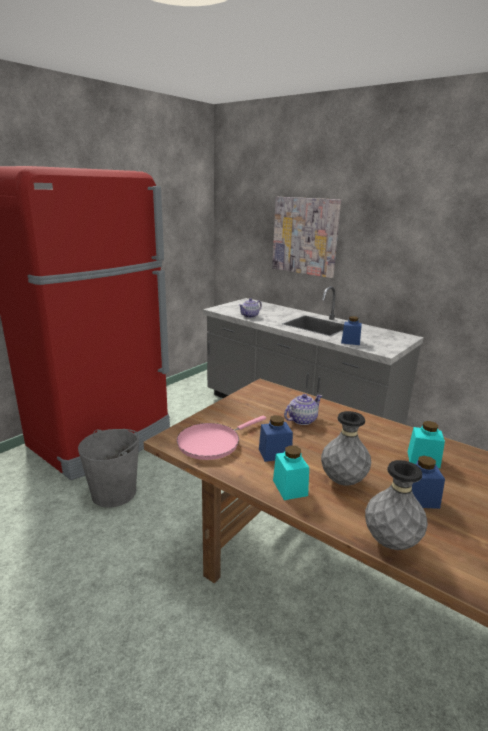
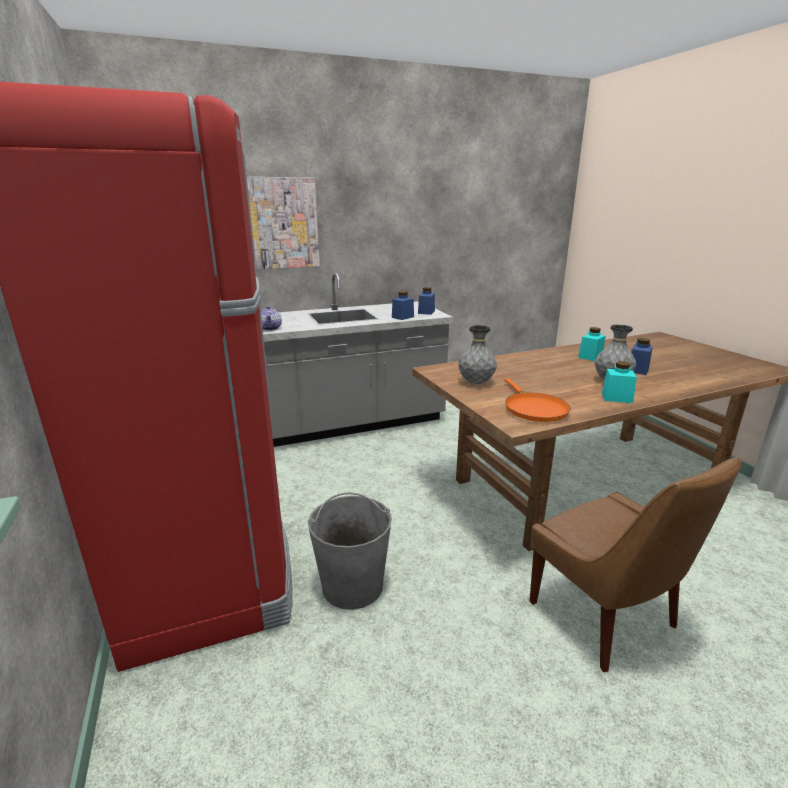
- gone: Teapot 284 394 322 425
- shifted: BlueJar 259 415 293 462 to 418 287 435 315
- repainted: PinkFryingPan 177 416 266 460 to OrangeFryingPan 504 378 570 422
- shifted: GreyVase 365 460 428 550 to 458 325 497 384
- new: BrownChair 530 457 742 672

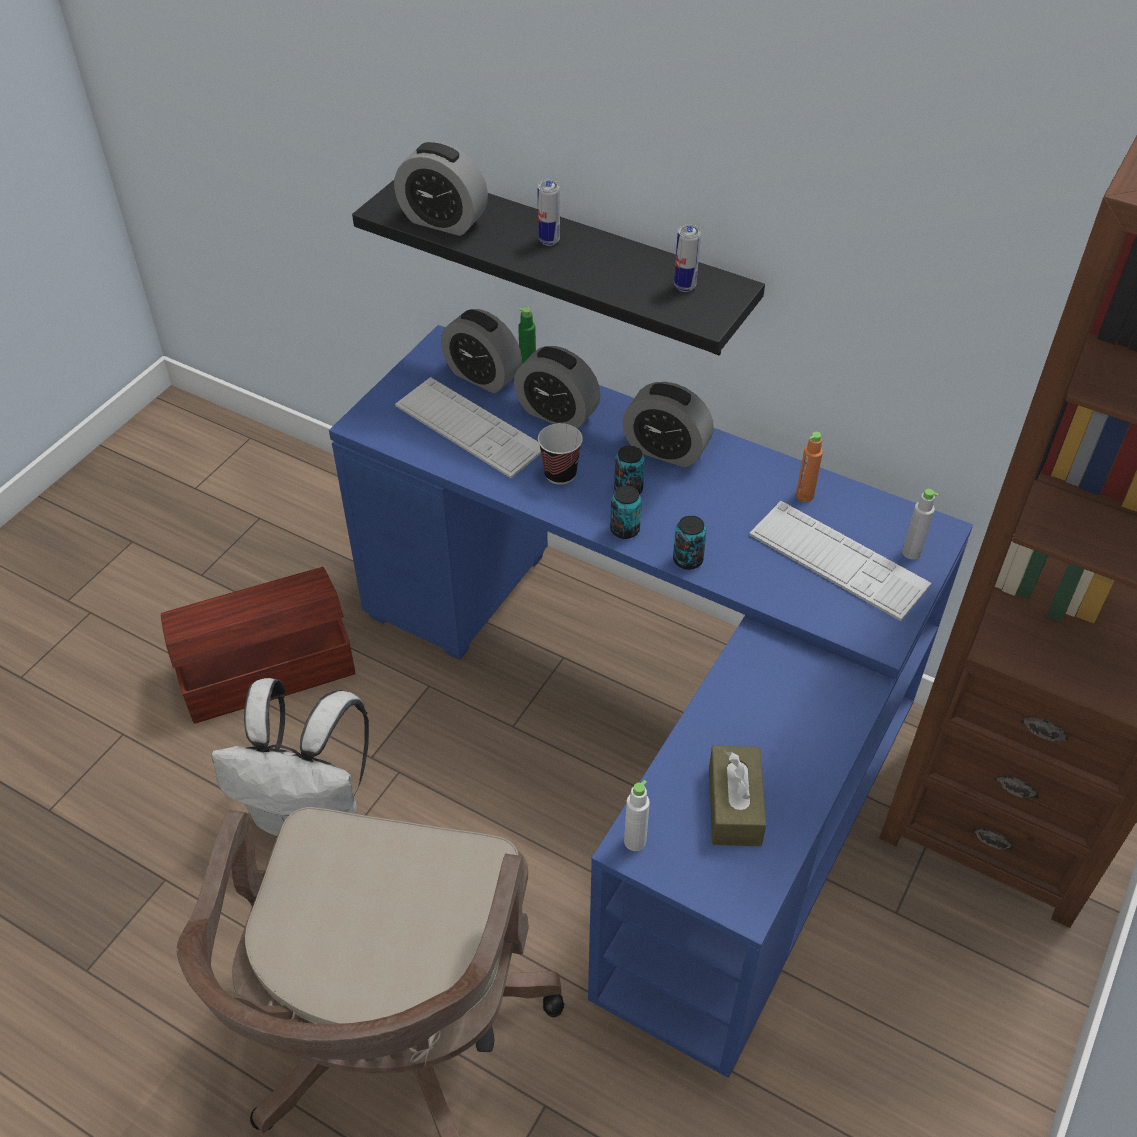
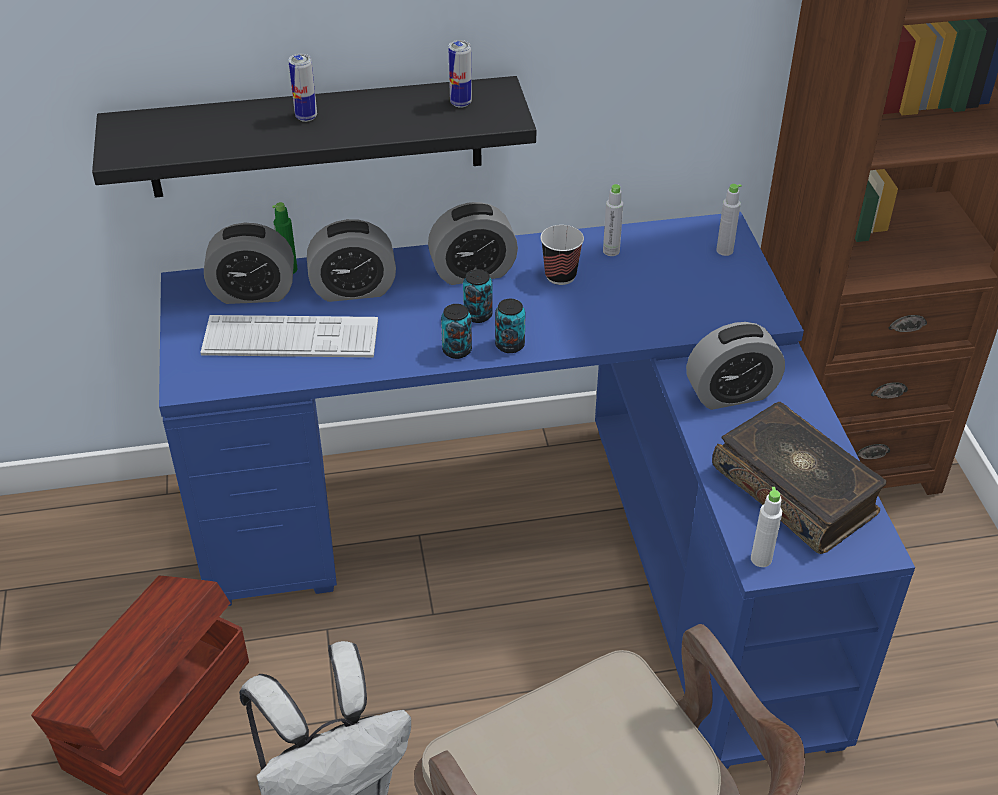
- shifted: AlarmClock 394 142 488 236 to 686 322 785 410
- shifted: Cup 538 423 583 485 to 540 225 584 285
- repainted: OrangeBottle 796 432 823 502 to GreyBottle 603 184 623 256
- gone: Keyboard 749 501 931 621
- shifted: Can 673 515 707 570 to 441 304 472 359
- swapped: BrownTissueBox 709 746 766 846 to Book 712 402 887 554

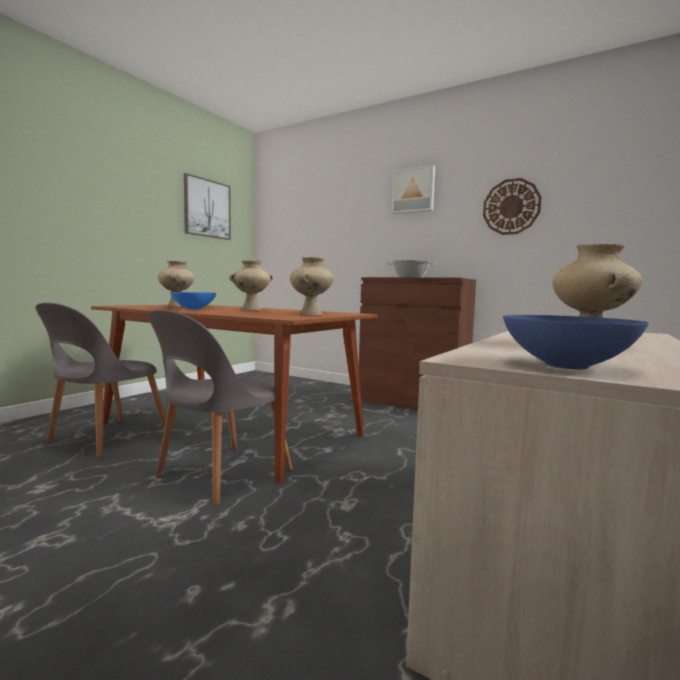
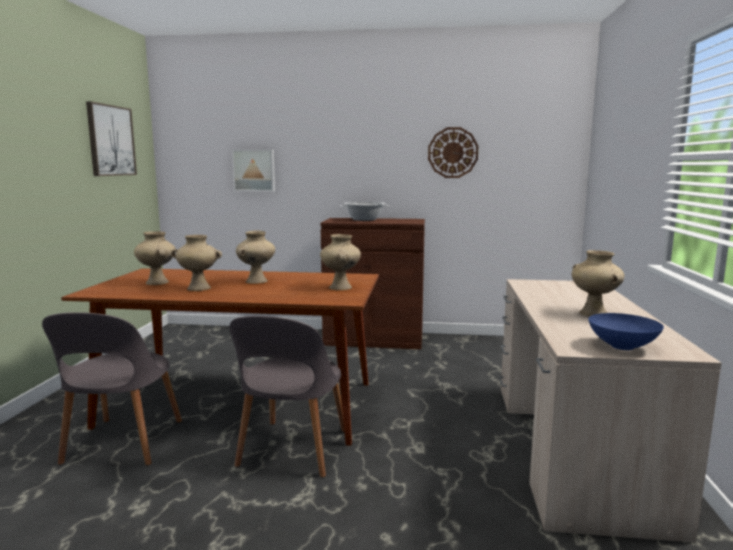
- shifted: Picture 392 165 435 214 to 232 149 275 192
- swapped: BlueBowl 170 292 216 309 to BeigeVase 171 235 222 291

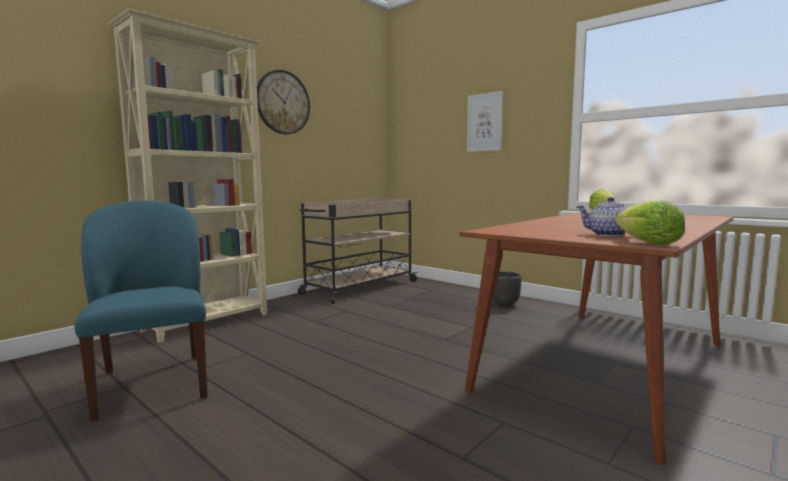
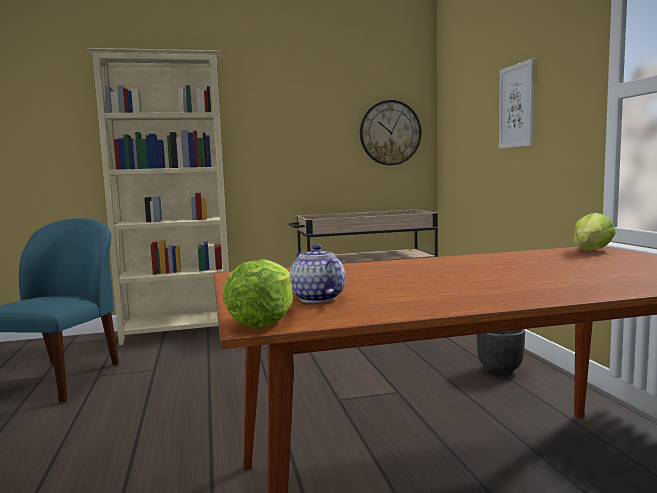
- shifted: WallClock 257 70 310 134 to 360 100 421 165

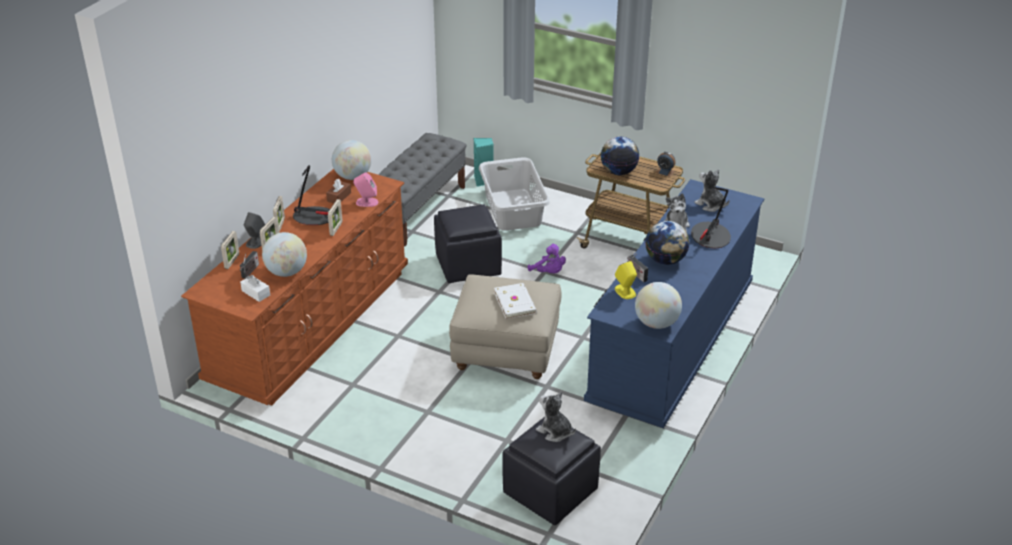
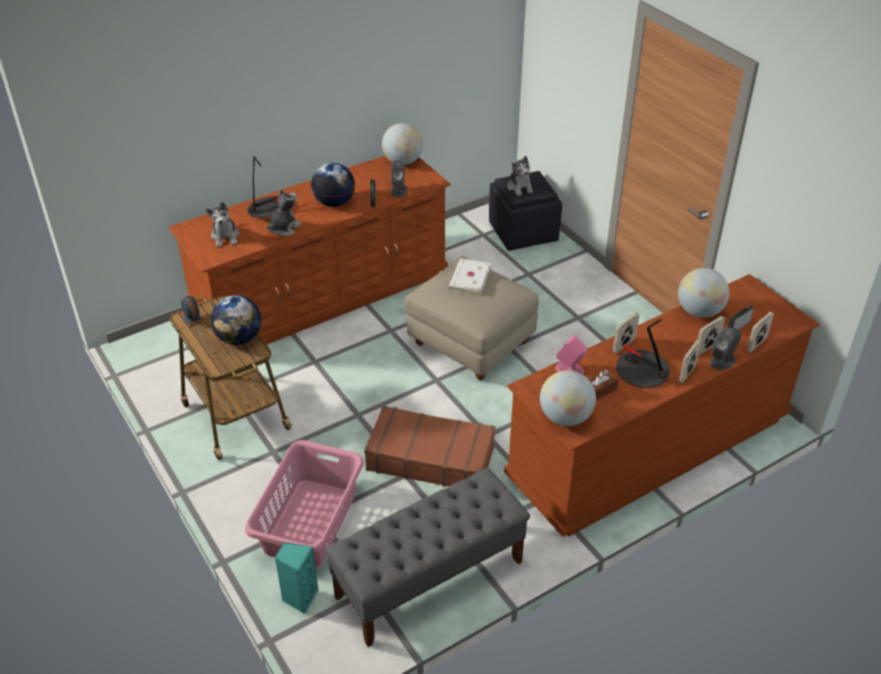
- repainted: GreyLaundryBasket 479 157 550 231 to PinkLaundryBasket 245 440 364 567
- repainted: BlueDresser 584 179 764 428 to BrownDresser 168 156 451 352
- swapped: BlackOttoman 434 204 502 283 to BrownSuitcase 364 406 495 487
- gone: PurplePlushToy 528 244 566 273
- repainted: YellowSpeaker 615 261 637 299 to GreySpeaker 391 160 407 197
- gone: WhiteTissueBox 240 275 270 302

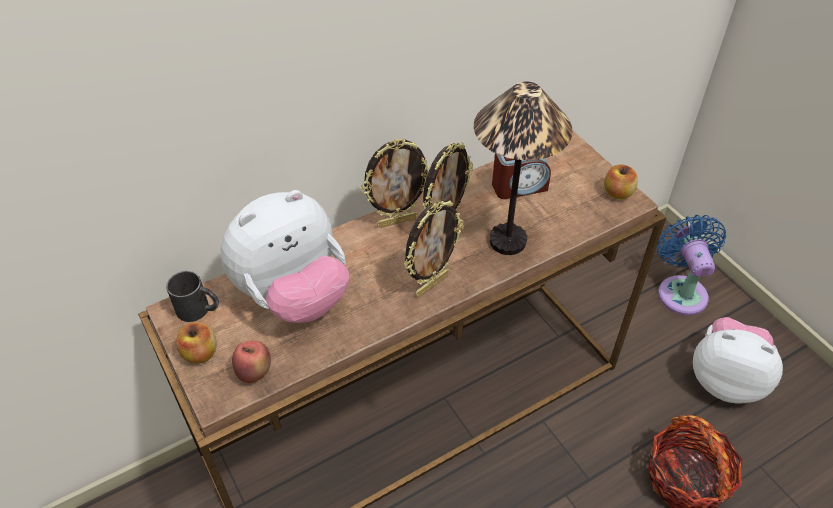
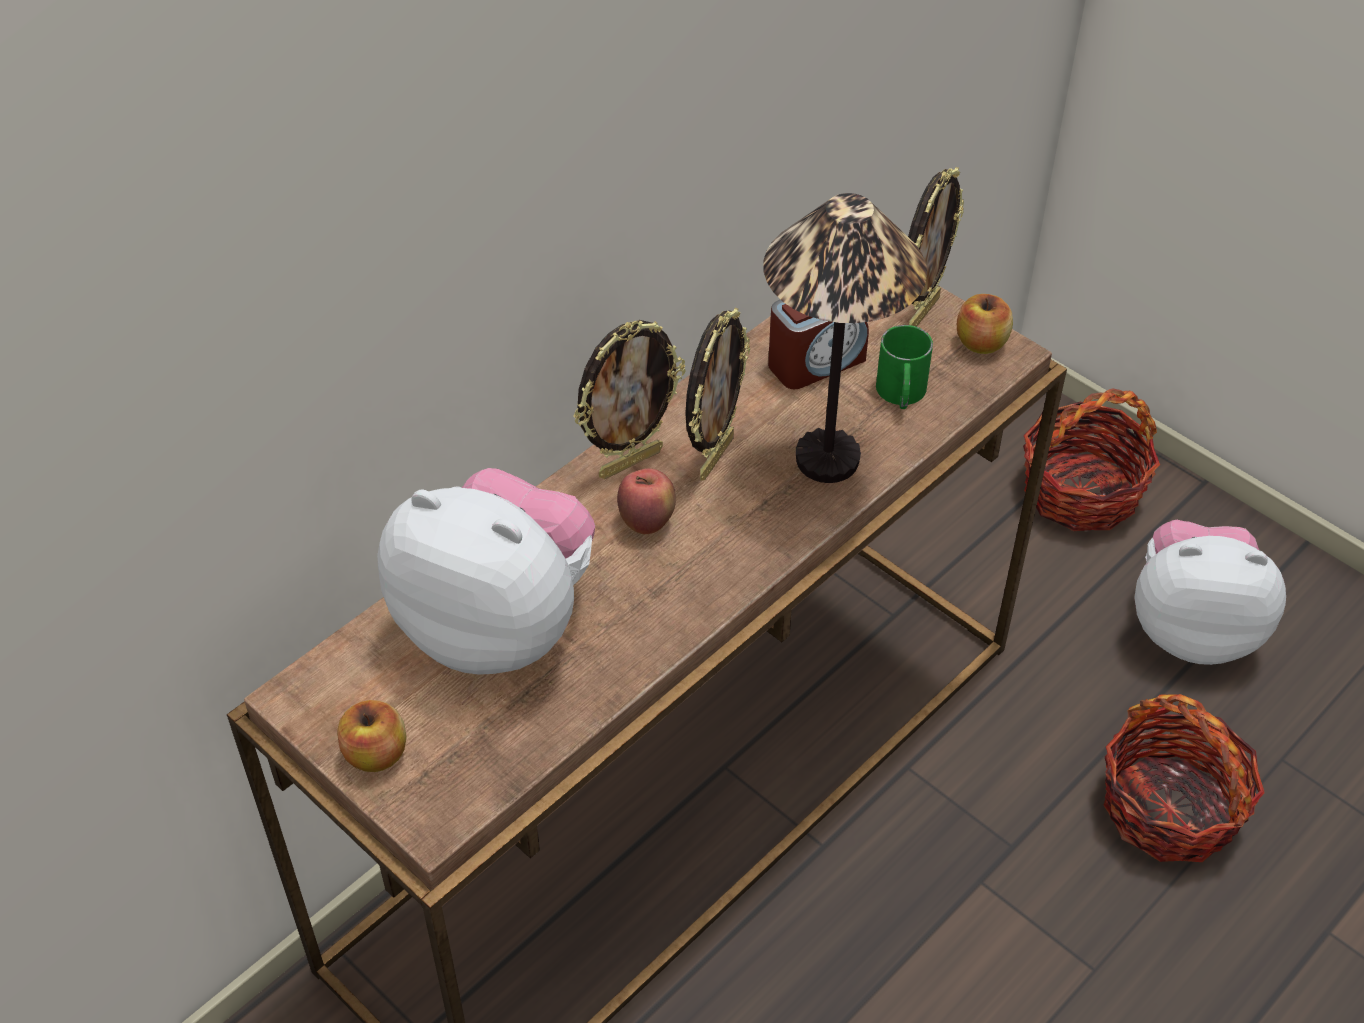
- rotated: PlushToy 220 190 349 323 = 377 468 595 675 105 degrees counterclockwise
- shifted: PictureFrame 404 200 464 297 to 908 167 964 327
- swapped: BlueFan 656 215 726 315 to Basket 1023 388 1160 531
- gone: BlackMug 166 271 219 322
- shifted: Apple 232 341 271 383 to 617 468 676 534
- new: GreenMug 876 325 933 409

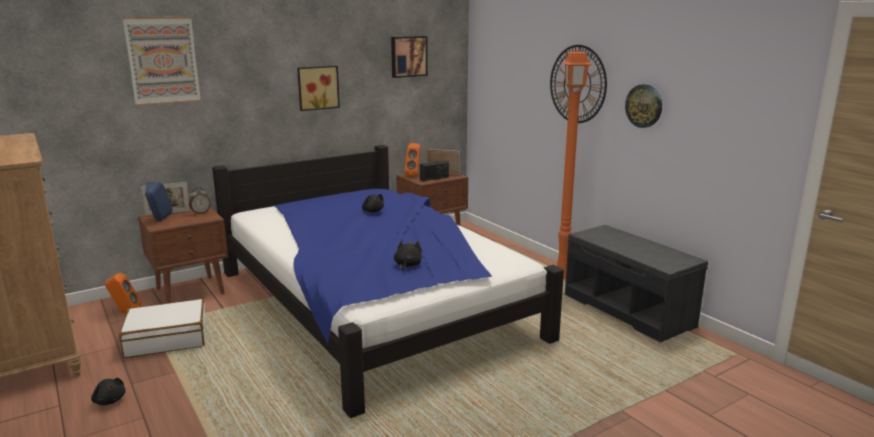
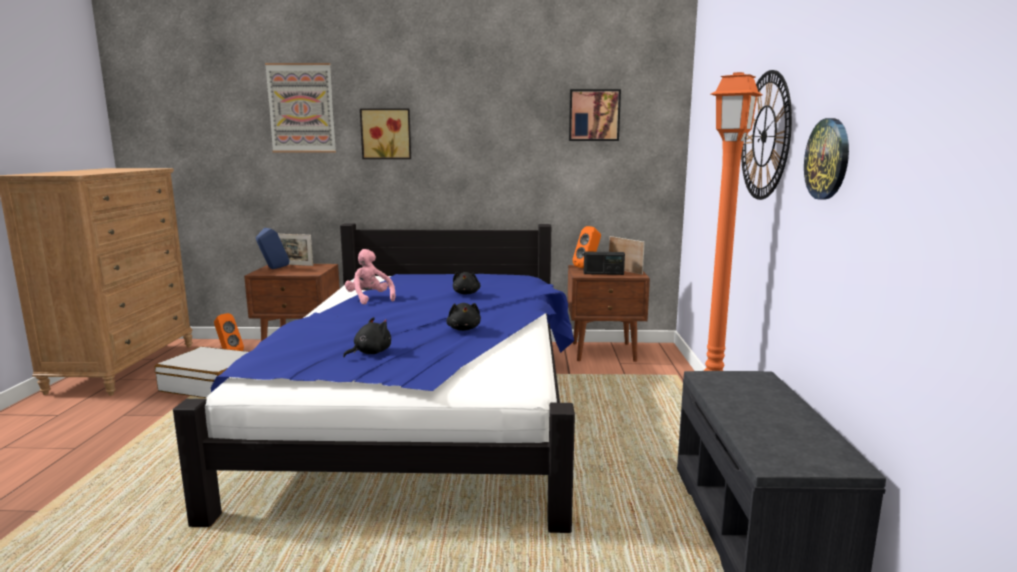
- shifted: Picture 297 66 340 111 to 360 109 411 159
- gone: AlarmClock 189 187 211 214
- shifted: BlackPlushToy 91 378 125 405 to 446 303 481 331
- new: PinkPlushToy 345 249 395 305

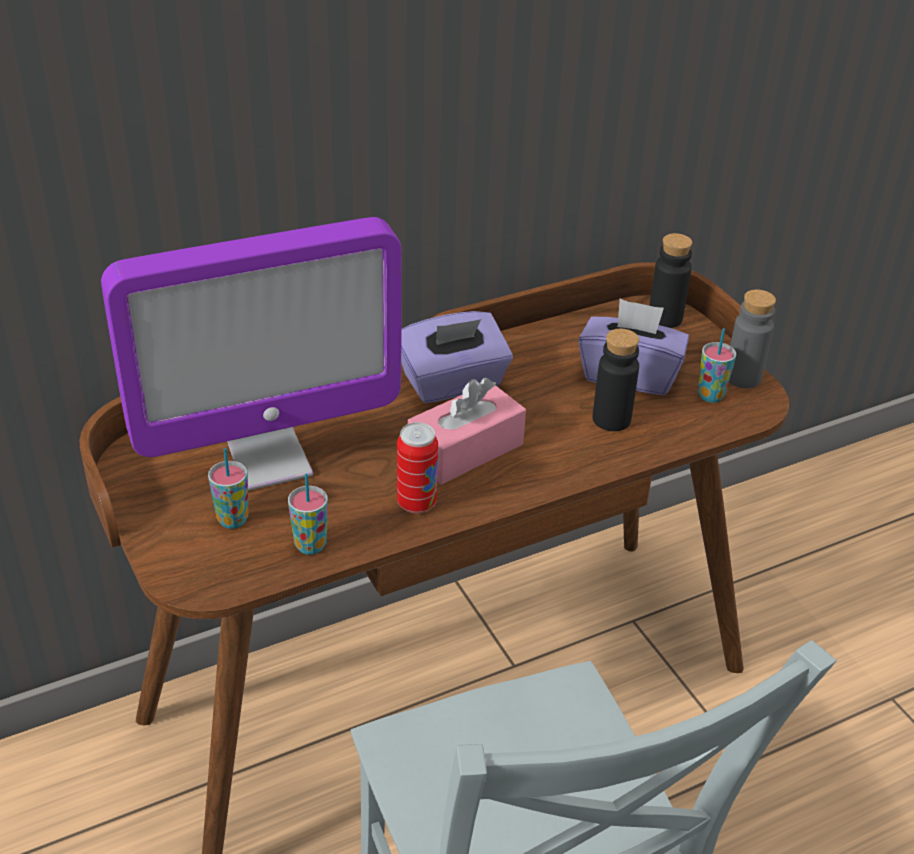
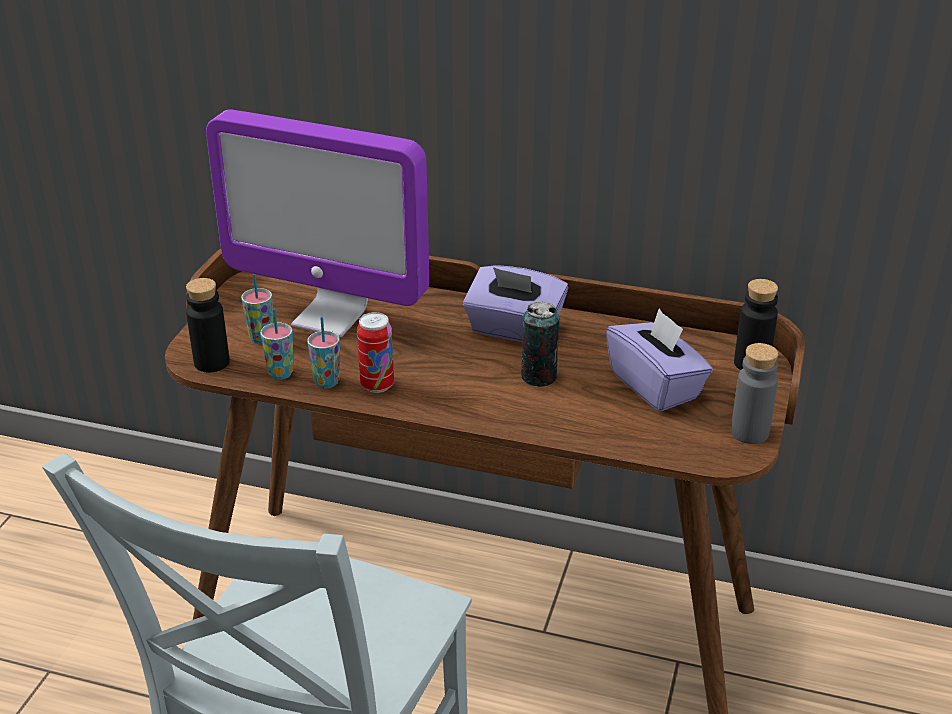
- shifted: Cup 698 328 736 403 to 307 317 340 388
- shifted: BlackBottle 592 329 639 431 to 186 278 230 372
- gone: PinkTissueBox 408 377 526 485
- new: Can 521 302 559 387

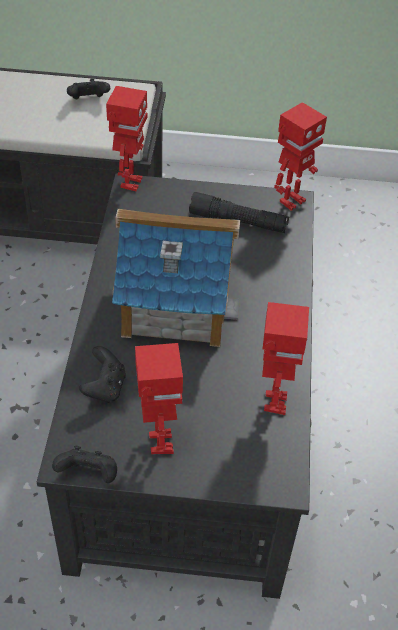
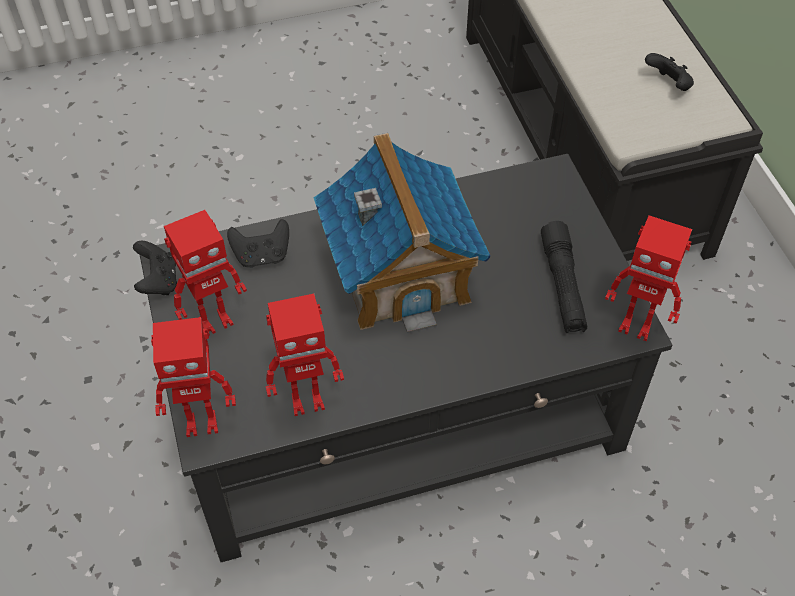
- shifted: ToyRobot 106 86 147 192 to 151 317 236 437

